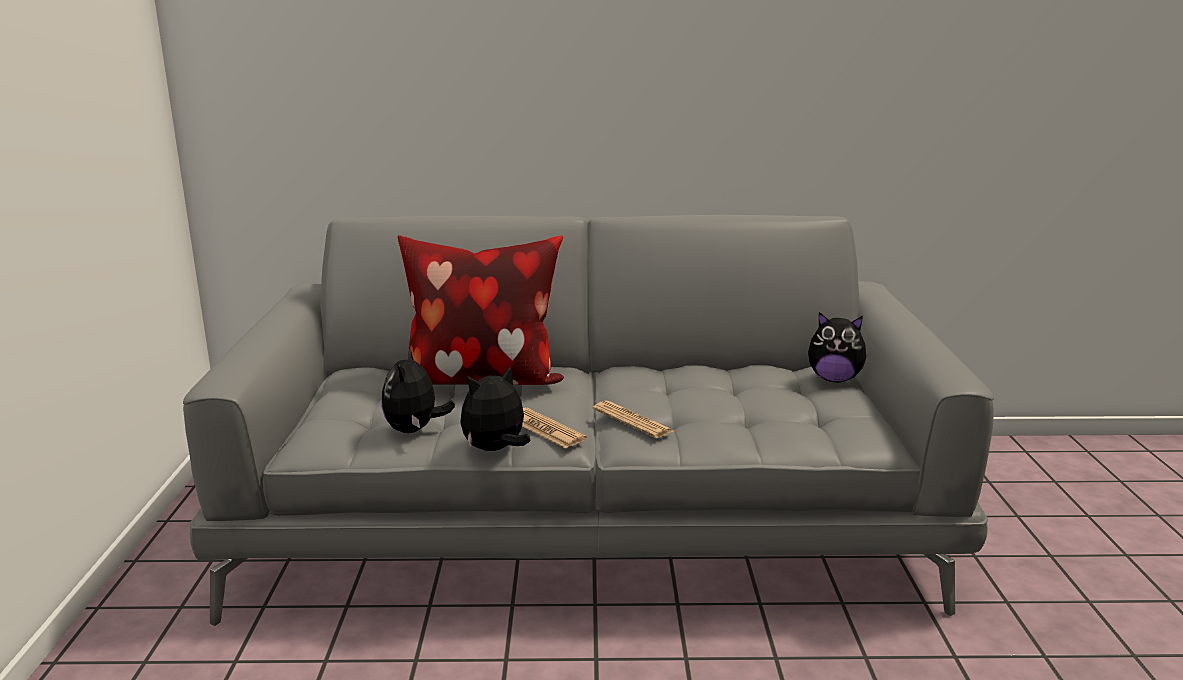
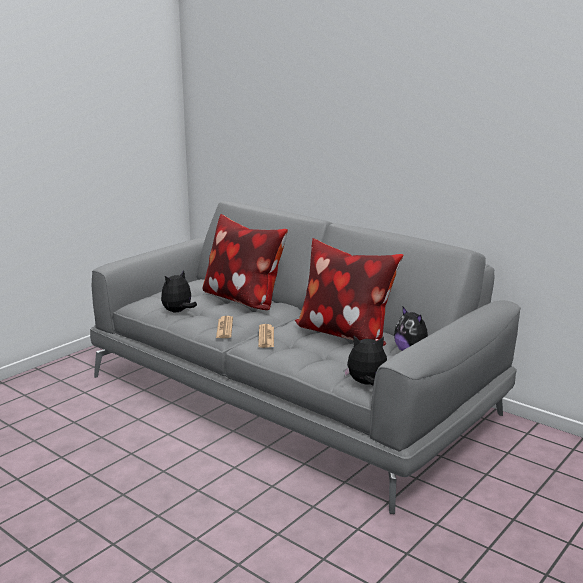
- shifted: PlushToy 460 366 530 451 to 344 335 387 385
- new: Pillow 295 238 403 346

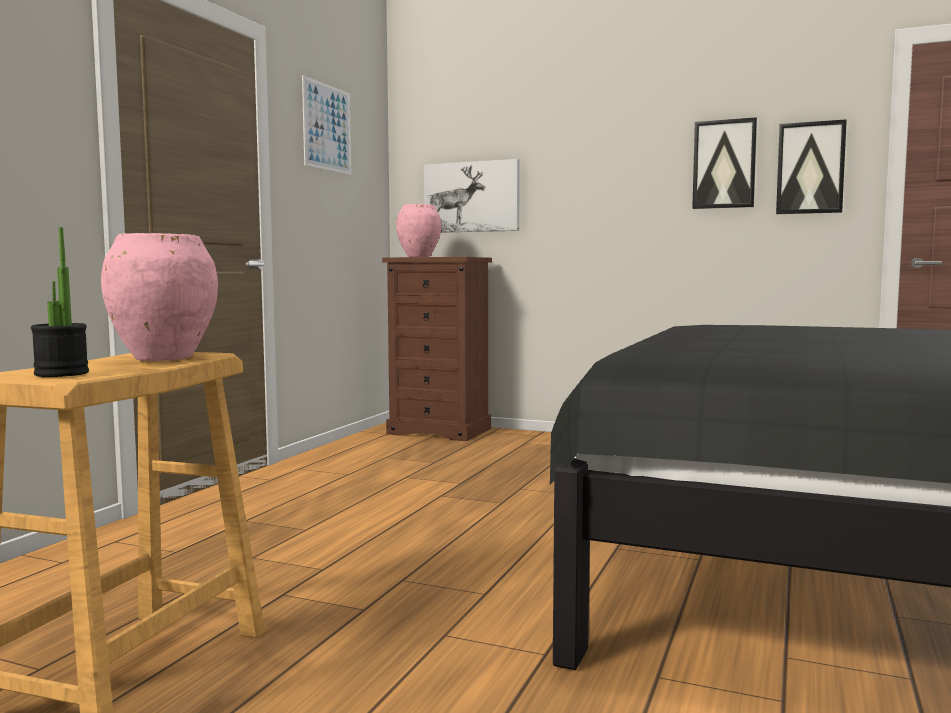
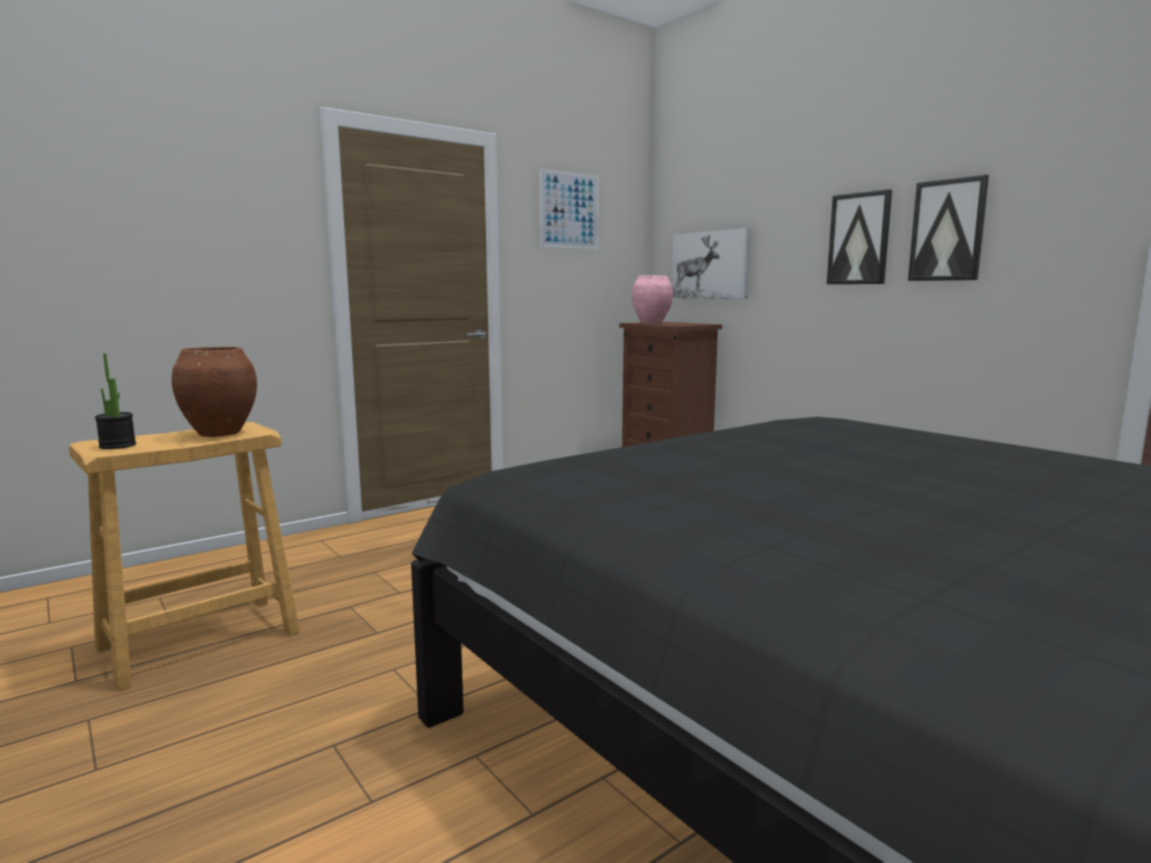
- shifted: Picture 776 119 847 214 to 827 189 892 284
- repainted: PinkVase 101 233 218 361 to BrownVase 172 347 257 437

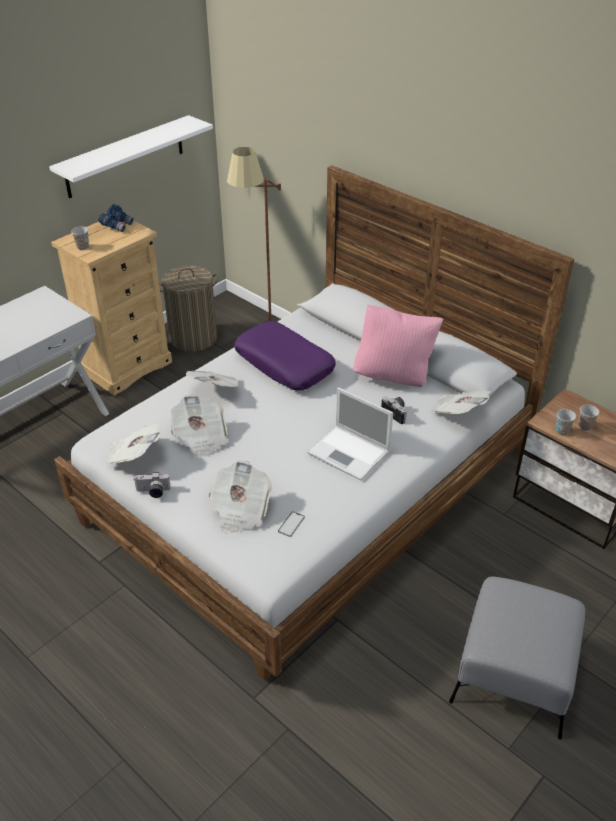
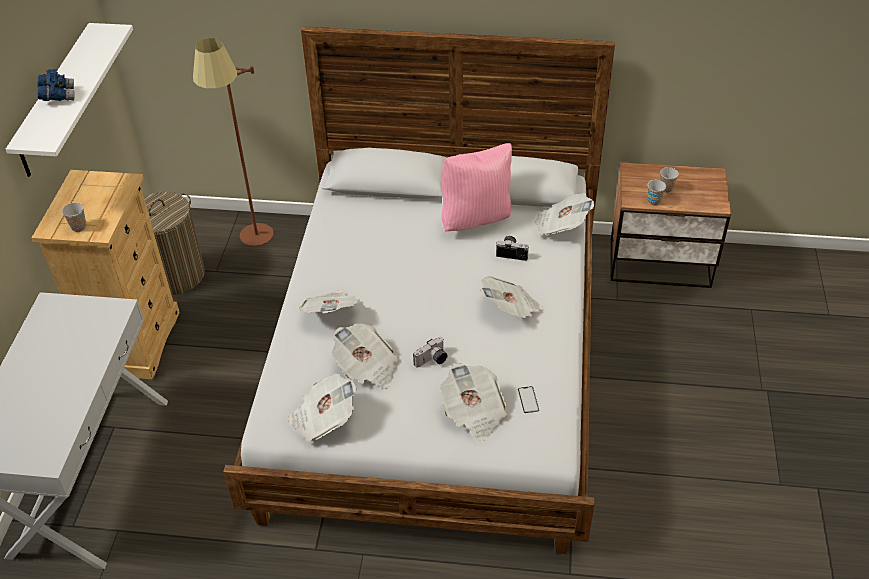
- shifted: BlueBinoculars 98 204 133 232 to 38 69 74 101
- gone: PurplePillow 234 321 336 390
- swapped: Laptop 307 387 393 481 to Newspaper 480 276 544 319
- shifted: PhotoCamera 134 472 171 498 to 413 337 448 367
- gone: GreyOttoman 449 577 585 740

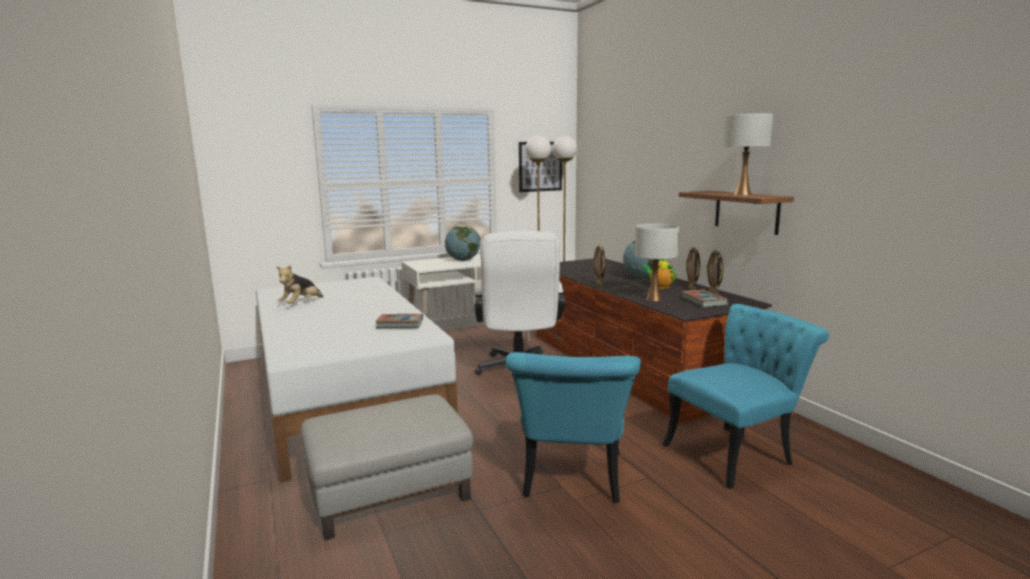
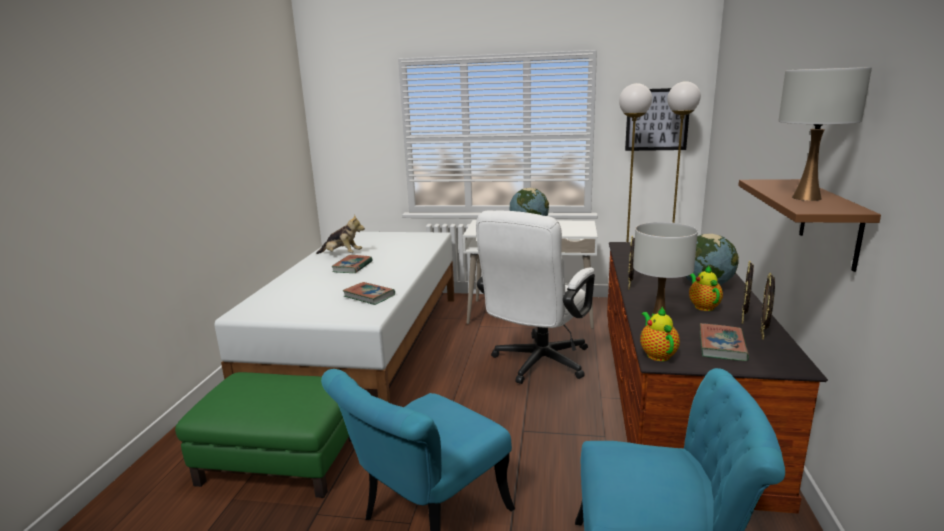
- rotated: PlushToy 276 264 323 304 = 316 215 365 254 135 degrees counterclockwise
- repainted: GreyOttoman 300 394 473 540 to GreenOttoman 175 372 357 498
- new: Book 331 255 373 273
- new: Teapot 640 307 680 361

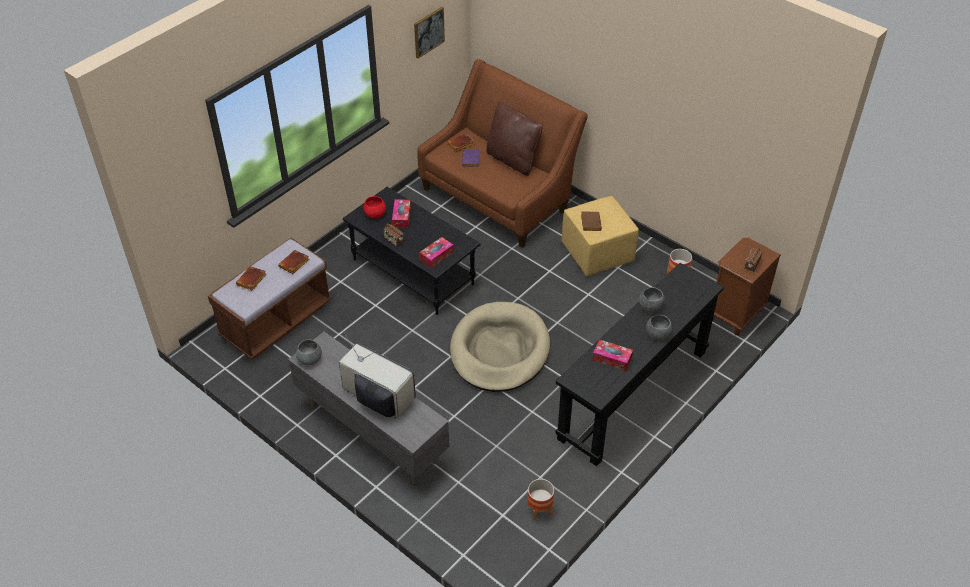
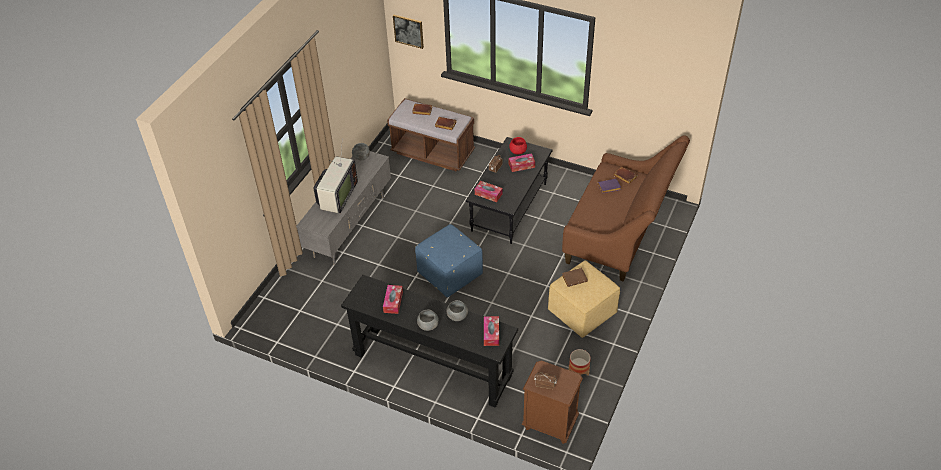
- shifted: Picture 414 7 445 59 to 393 15 424 49
- gone: BrownPillow 486 102 542 176
- swapped: BeigeDogBed 450 302 550 392 to BlueOttoman 415 224 483 298
- gone: Planter 527 479 554 520
- new: TissueBox 484 316 499 346

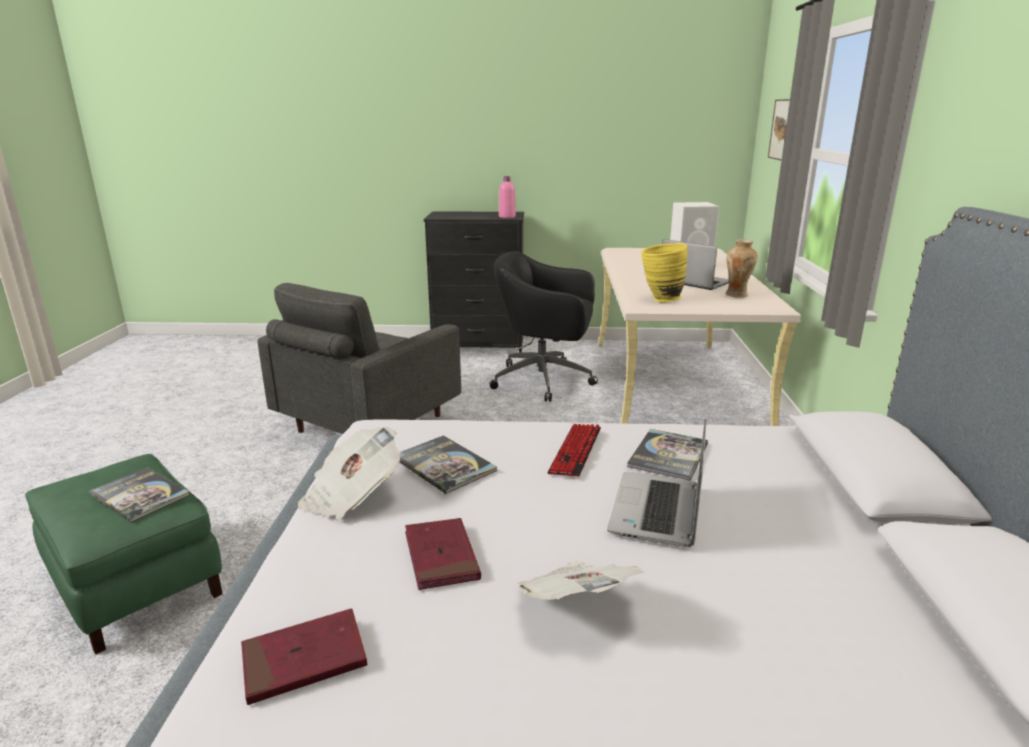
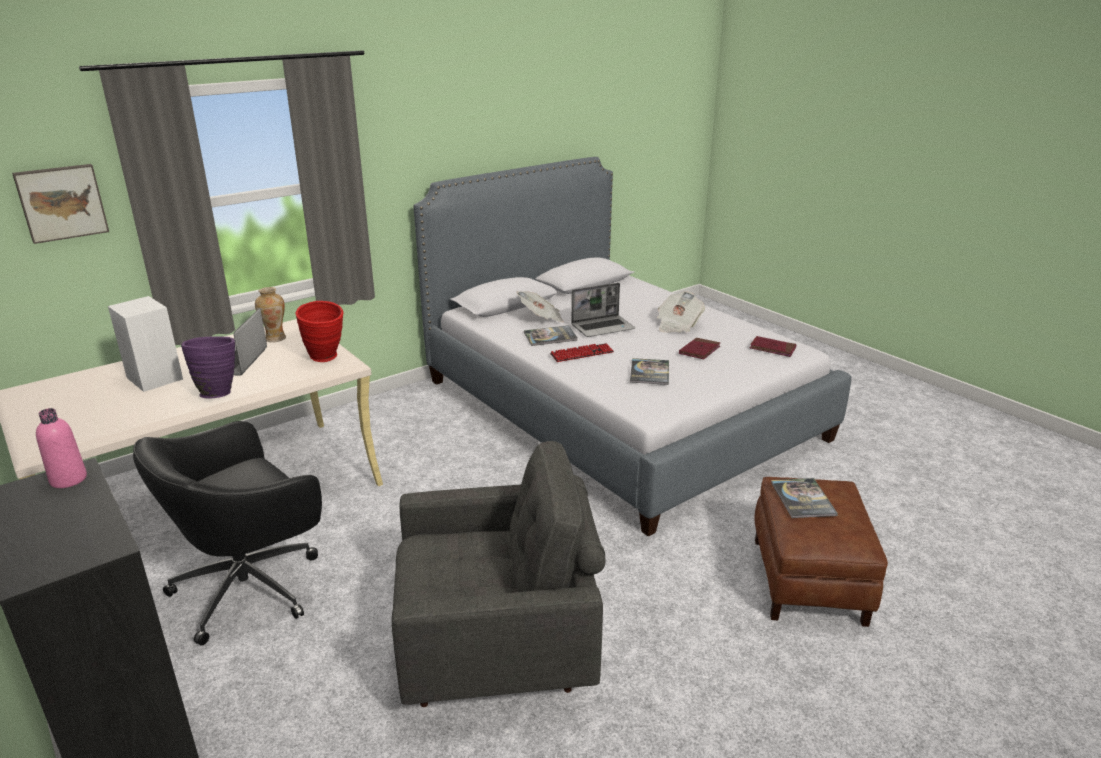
- repainted: YellowVase 641 243 688 302 to RedVase 295 301 343 362
- rotated: BlackOfficeChair 490 251 598 402 = 133 421 322 645 75 degrees clockwise
- shifted: Newspaper 298 427 401 519 to 517 291 564 322
- repainted: GreenOttoman 25 454 223 654 to BrownOttoman 754 477 888 627
- new: PurpleVase 181 336 235 399

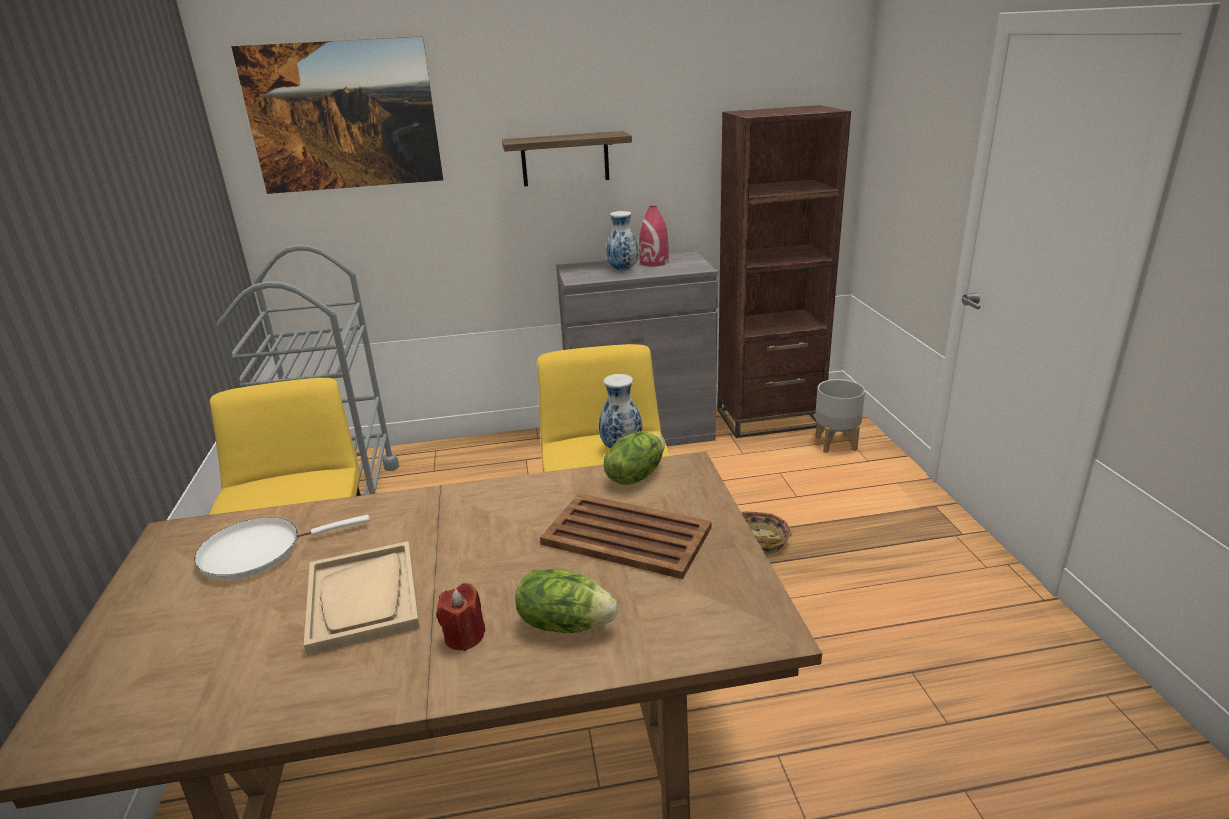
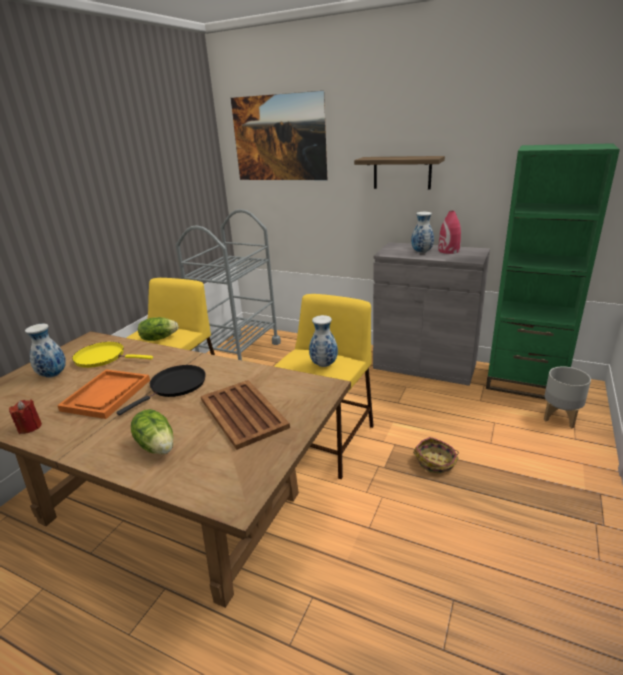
- repainted: BrownBookcase 717 105 851 438 to GreenBookcase 486 143 620 399
- shifted: Lettuce 604 431 665 485 to 138 317 178 341
- repainted: WhiteFryingPan 194 515 370 580 to YellowFryingPan 72 342 153 368
- repainted: BeigeTray 304 541 420 656 to OrangeTray 57 369 150 419
- shifted: RedCandle 436 583 486 651 to 9 400 42 434
- new: Vase 25 324 66 378
- new: BlackFryingPan 116 365 206 416

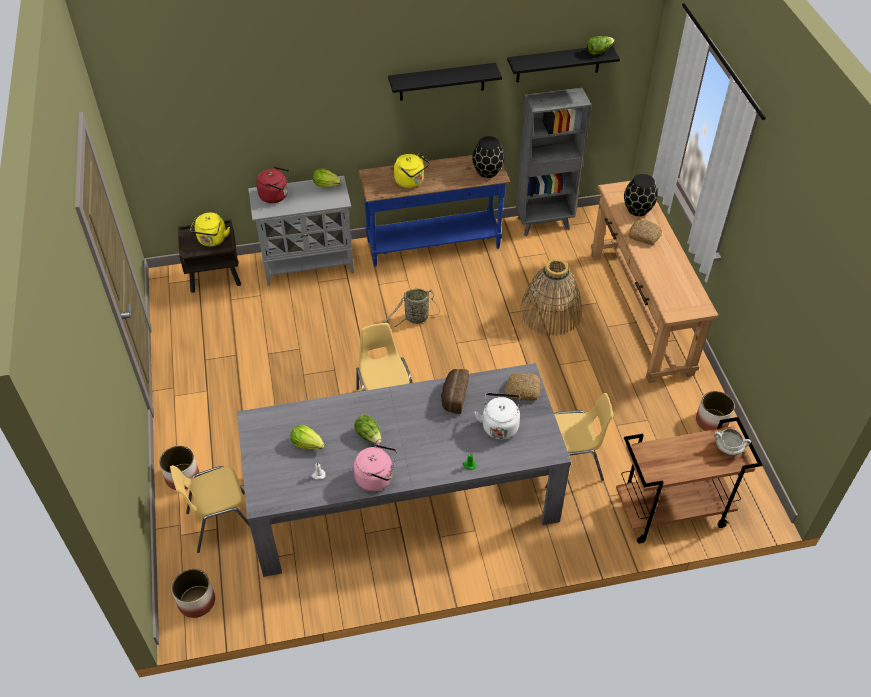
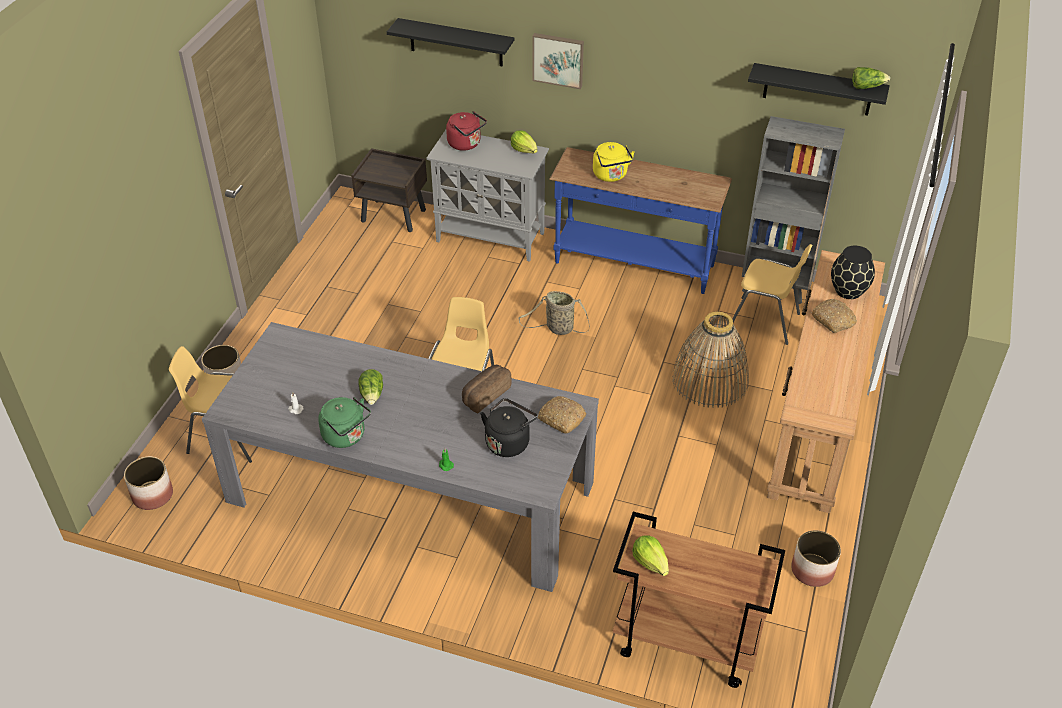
- shifted: BlackShelf 388 63 502 101 to 387 18 514 66
- gone: BlackVase 473 136 504 178
- gone: YellowKettle 190 213 230 246
- repainted: WhiteKettle 475 393 520 440 to BlackKettle 480 398 537 457
- shifted: YellowChair 546 393 613 488 to 732 244 812 345
- shifted: Lettuce 290 425 325 449 to 632 535 669 576
- gone: WhiteCookingPot 714 428 751 456
- repainted: PinkKettle 353 442 397 491 to GreenKettle 318 397 371 448
- new: Picture 532 33 584 89

